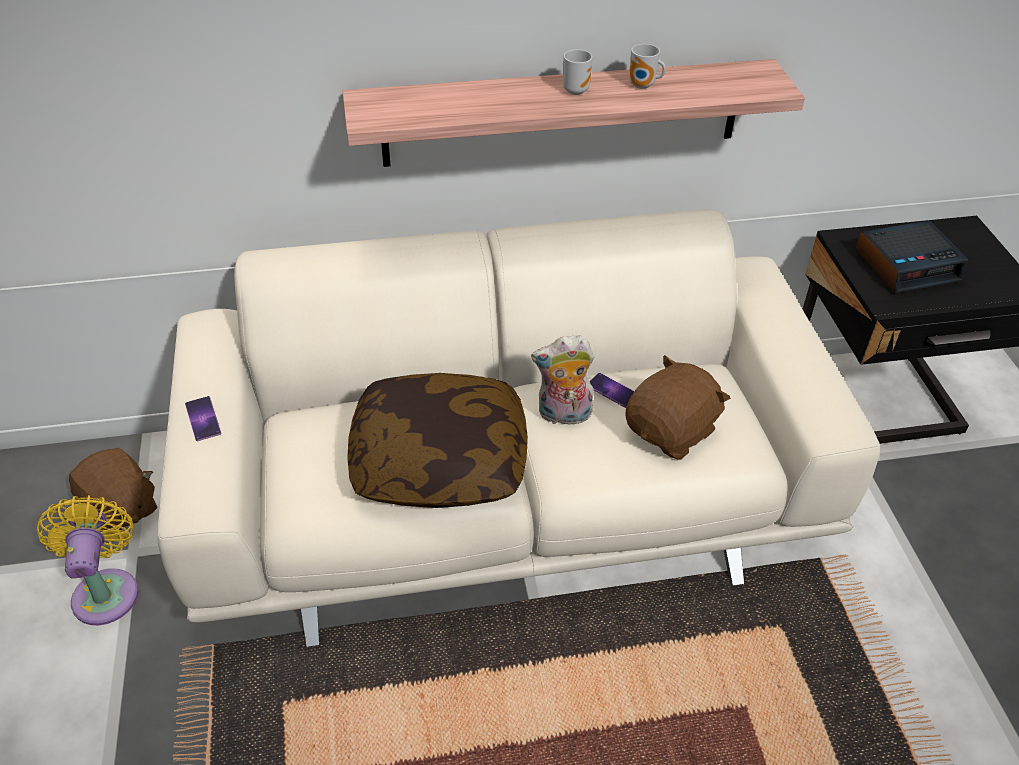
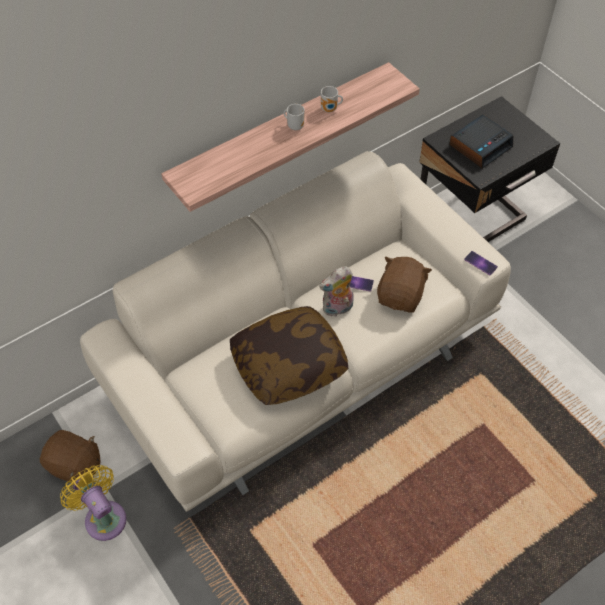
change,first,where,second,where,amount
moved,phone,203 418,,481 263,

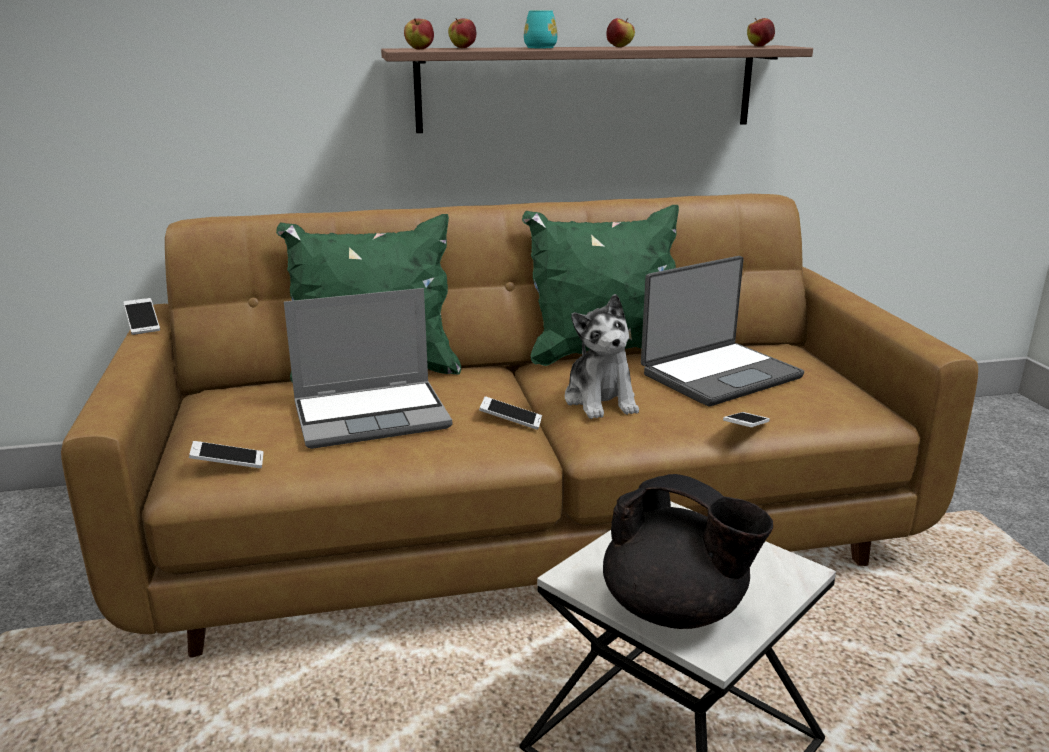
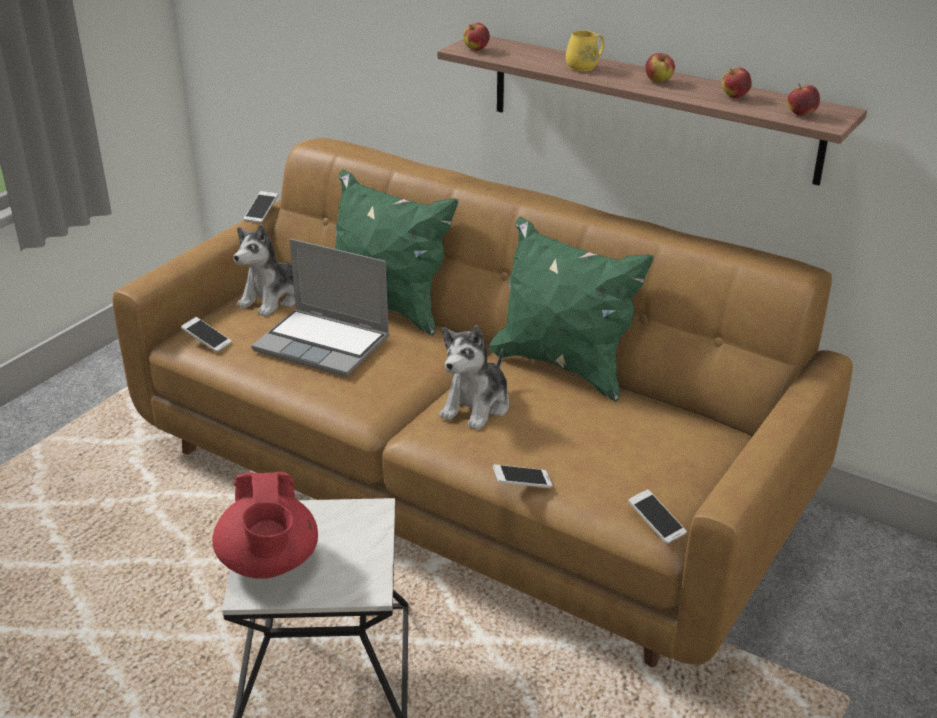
change,first,where,second,where,amount
recoloured,black_teapot,688 551,red_teapot,265 525,
added,,,plush_toy,264 270,
recoloured,turquoise_mug,541 29,yellow_mug,585 50,
moved,phone,510 413,,657 516,
moved,apple,462 33,,737 83,
removed,laptop,722 331,,,

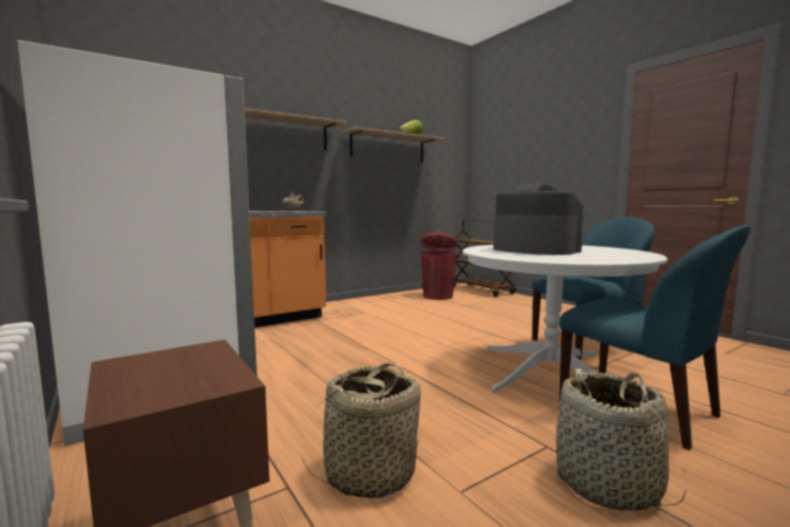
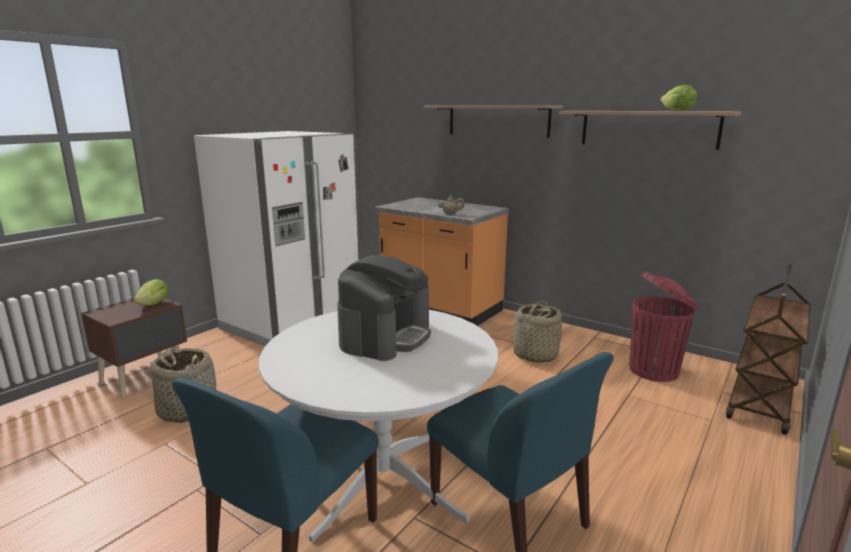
change,first,where,second,where,amount
added,,,lettuce,151 292,
moved,basket,621 440,,537 331,

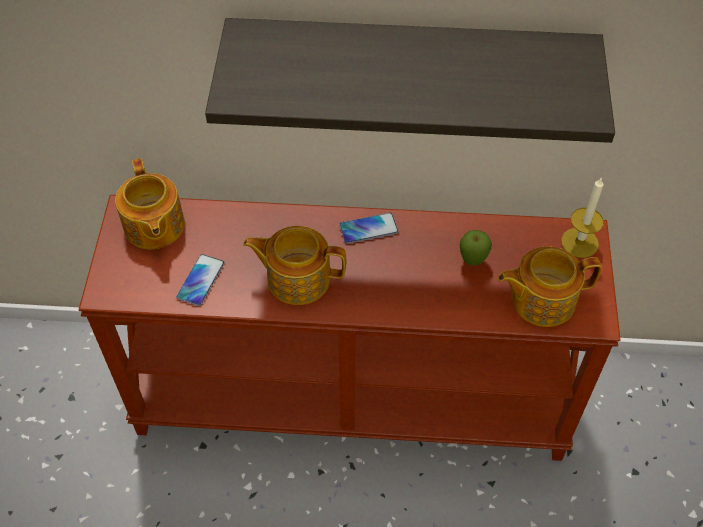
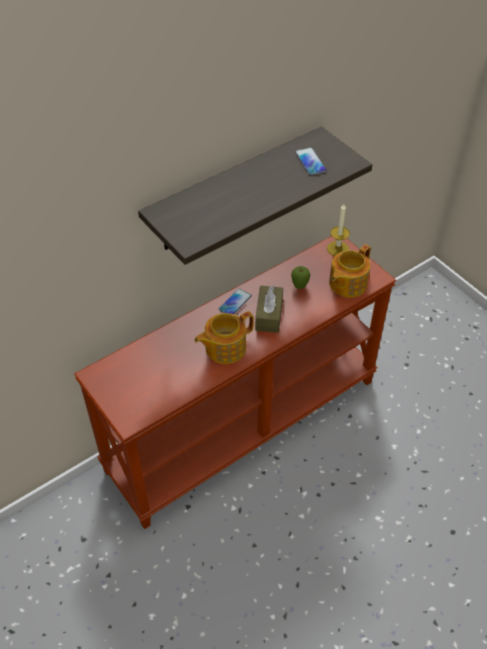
change,first,where,second,where,amount
added,,,brown_tissue_box,269 309,
moved,phone,200 280,,311 161,
removed,teapot,150 203,,,

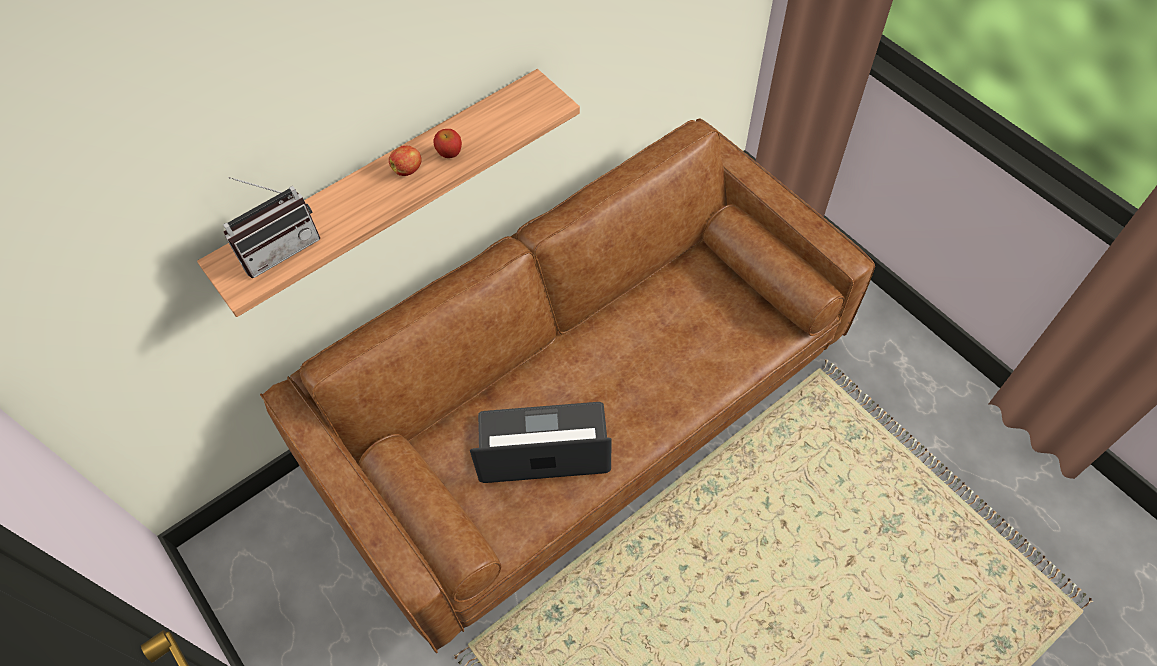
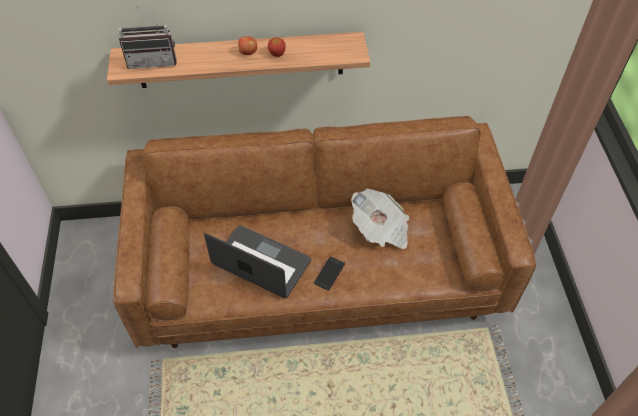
change,first,where,second,where,amount
added,,,phone,329 273,
added,,,newspaper,380 219,

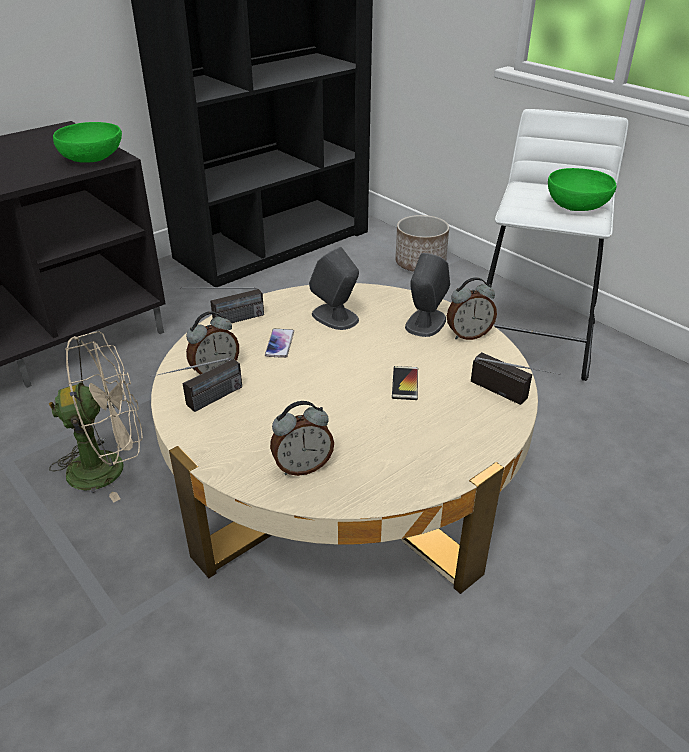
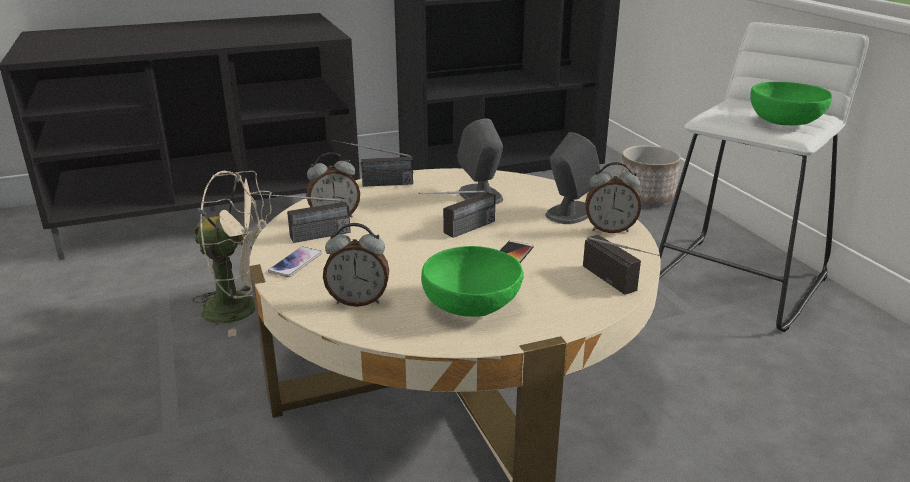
change,first,where,second,where,amount
moved,phone,279 343,,295 262,
added,,,radio,457 214,
moved,green_bowl,87 142,,472 281,

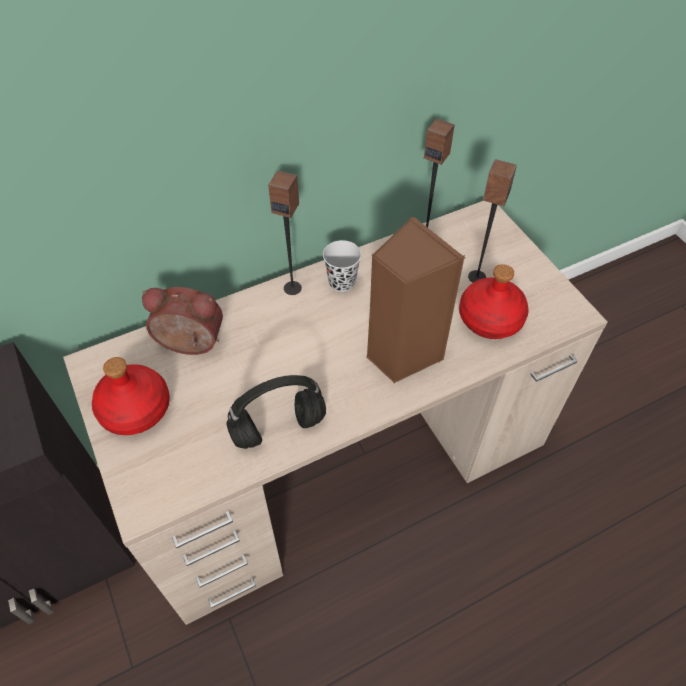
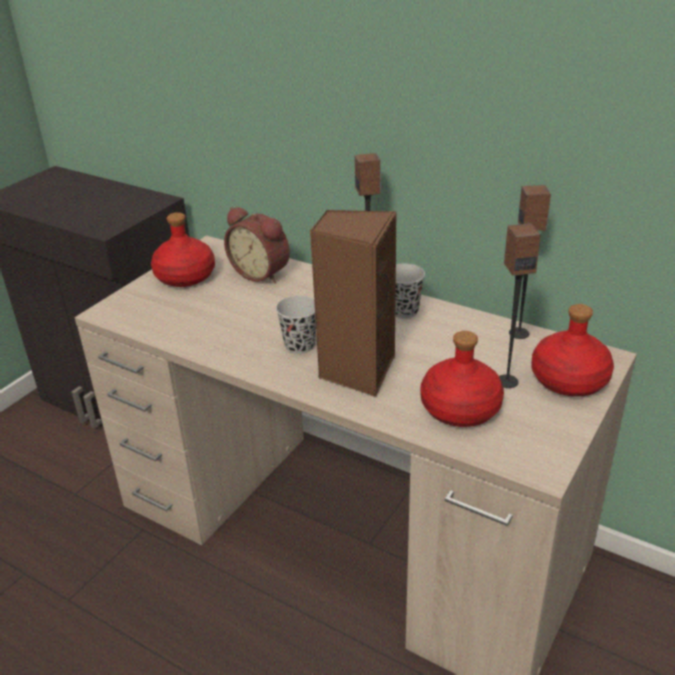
change,first,where,second,where,amount
turned,alarm_clock,182 321,,257 245,150 degrees clockwise
added,,,black_cup,296 325,
added,,,red_bottle,572 350,
removed,black_headphones,276 412,,,

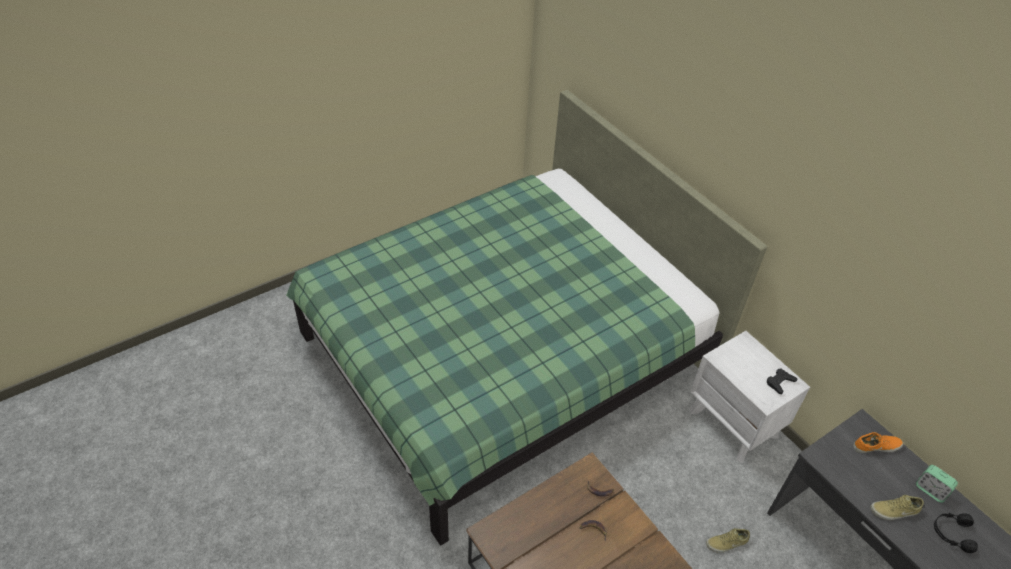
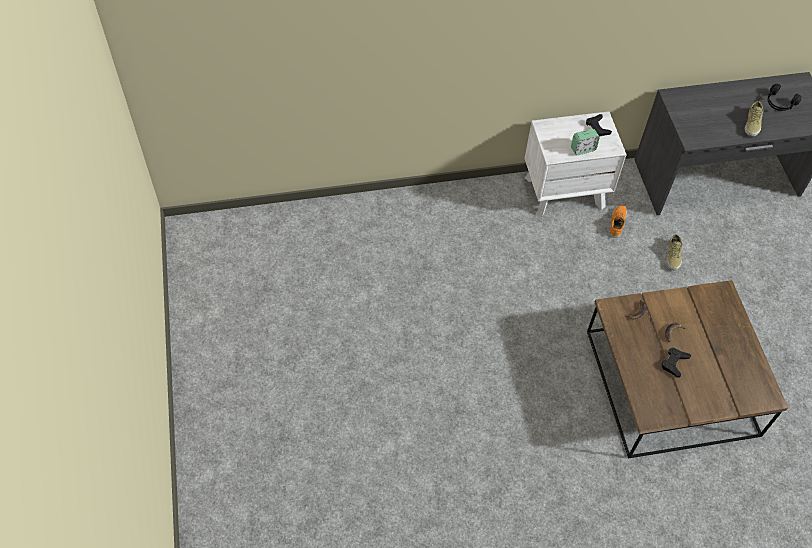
change,first,where,second,where,amount
moved,alarm_clock,937 484,,585 142,
moved,orange_shoe,878 442,,618 221,
added,,,black_game_controller,676 362,
removed,green_bed,526 317,,,

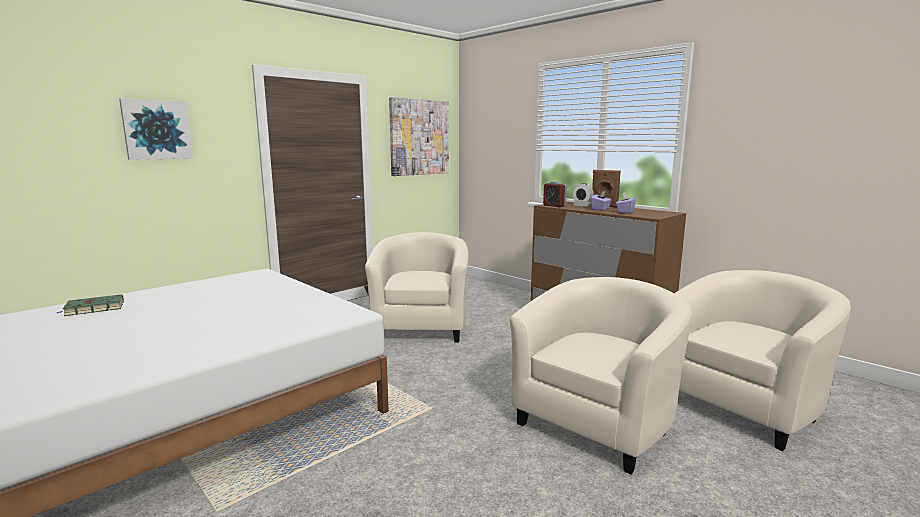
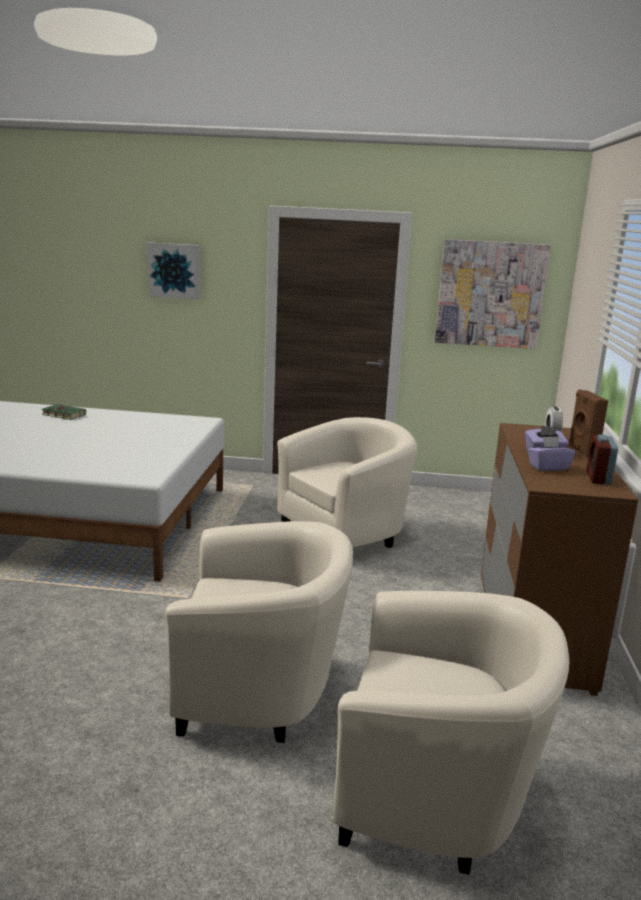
change,first,where,second,where,amount
moved,alarm_clock,555 194,,602 459,

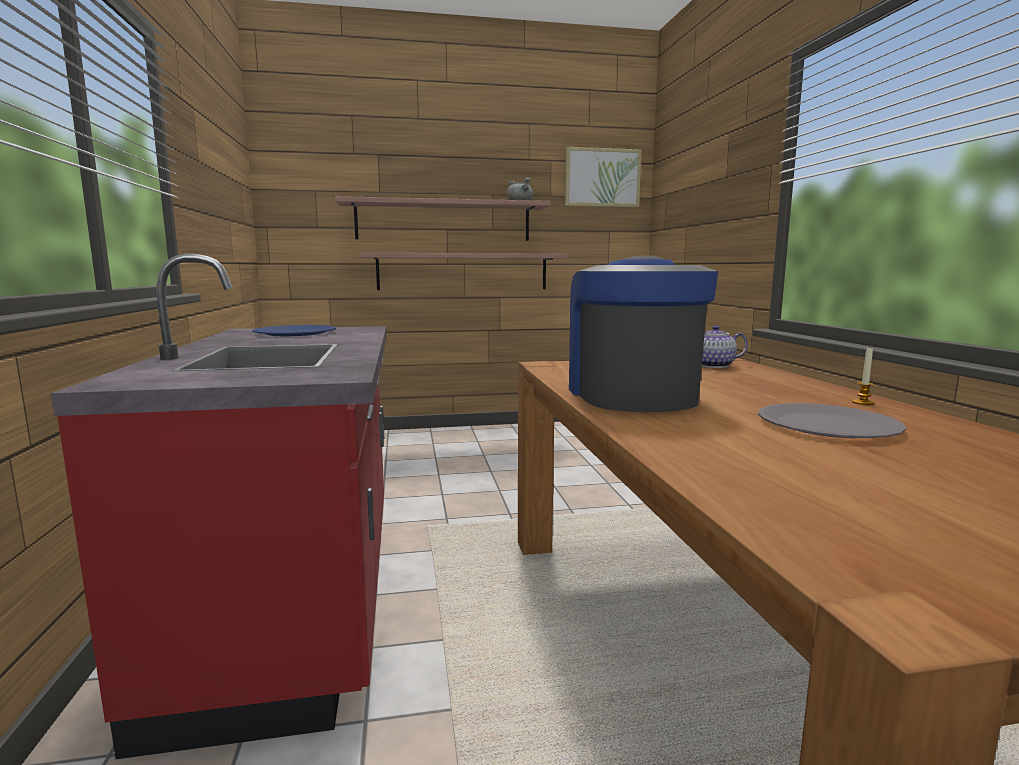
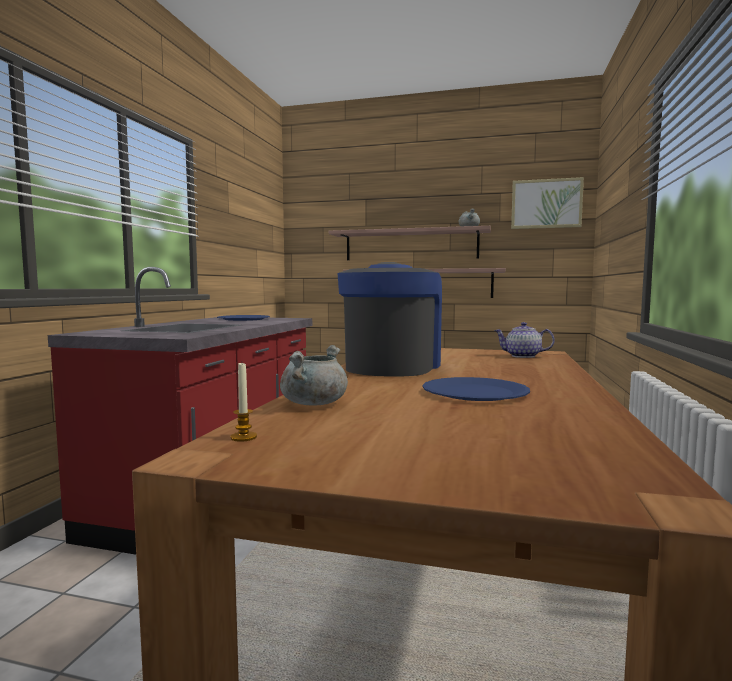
change,first,where,second,where,amount
moved,candle,863 376,,243 402,
added,,,grey_cooking_pot,314 375,
recoloured,grey_plate,832 420,blue_plate,476 389,

